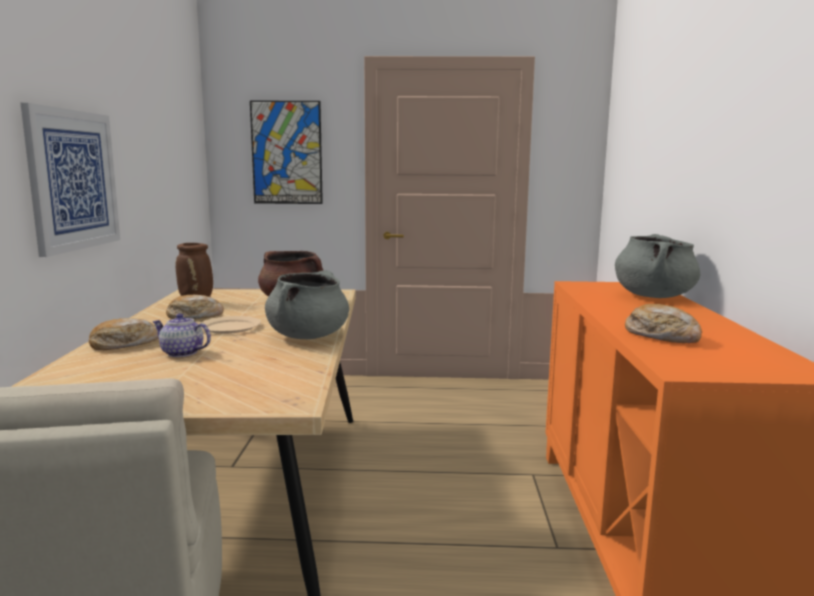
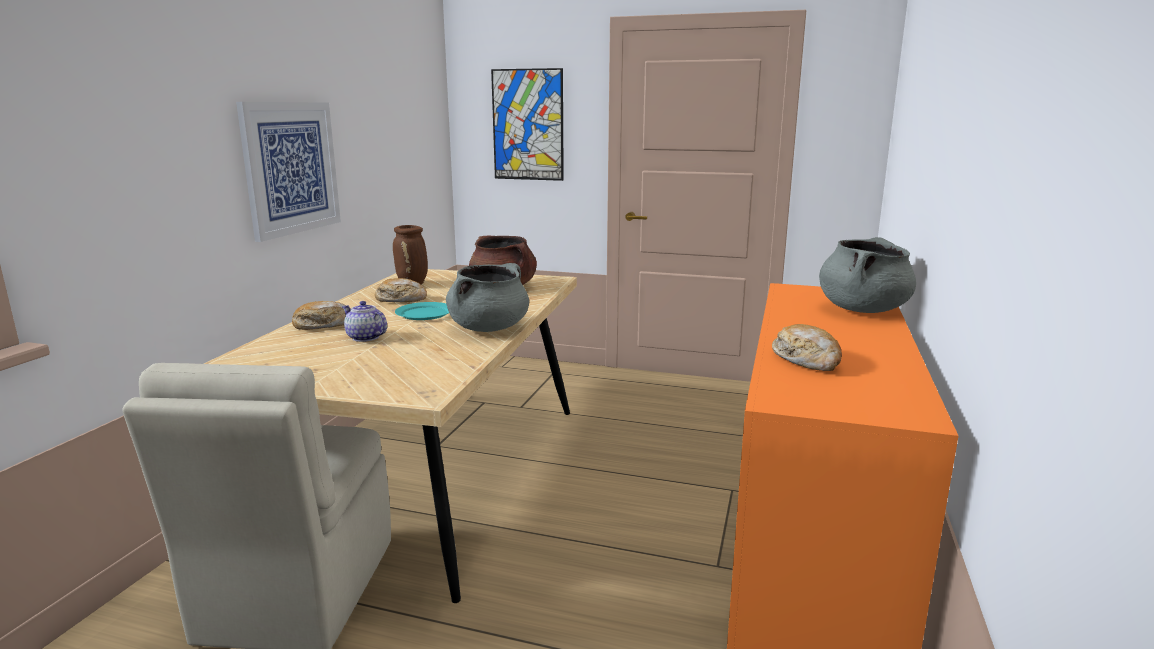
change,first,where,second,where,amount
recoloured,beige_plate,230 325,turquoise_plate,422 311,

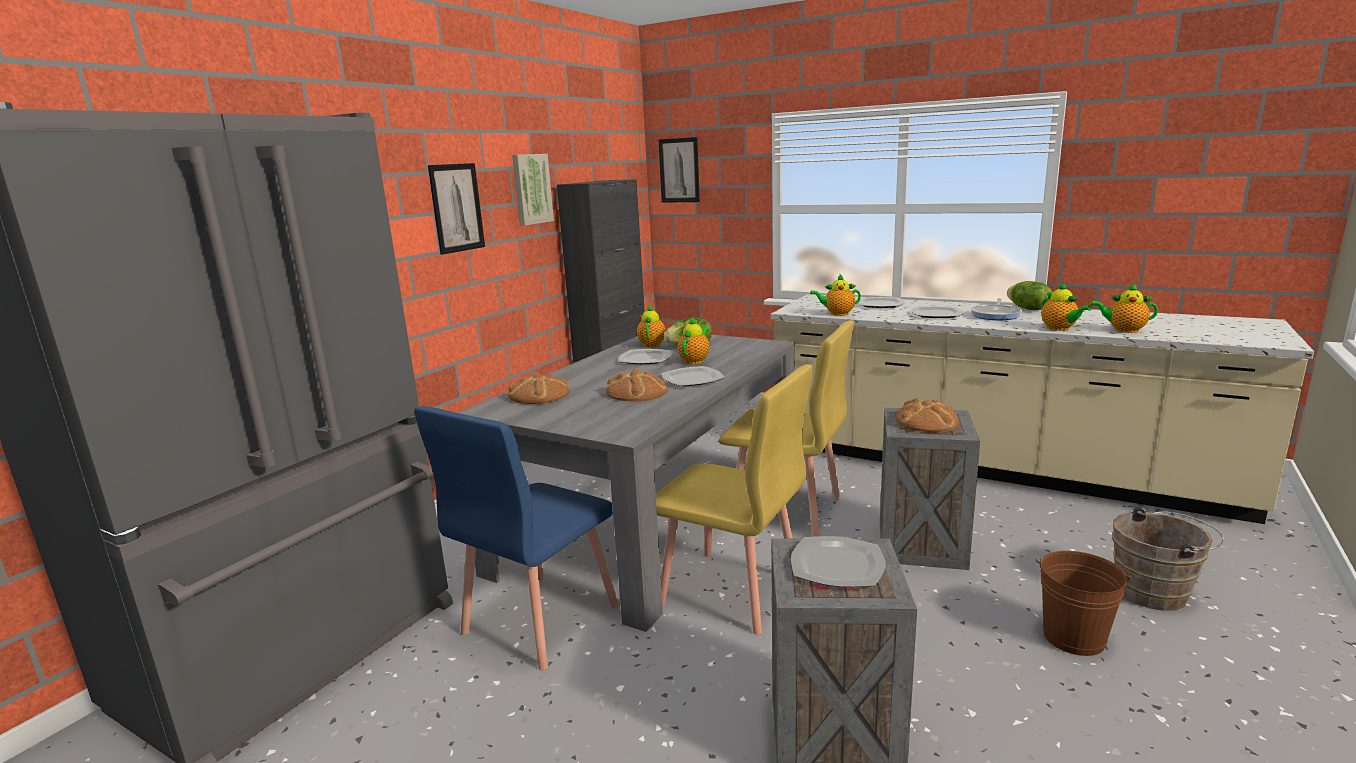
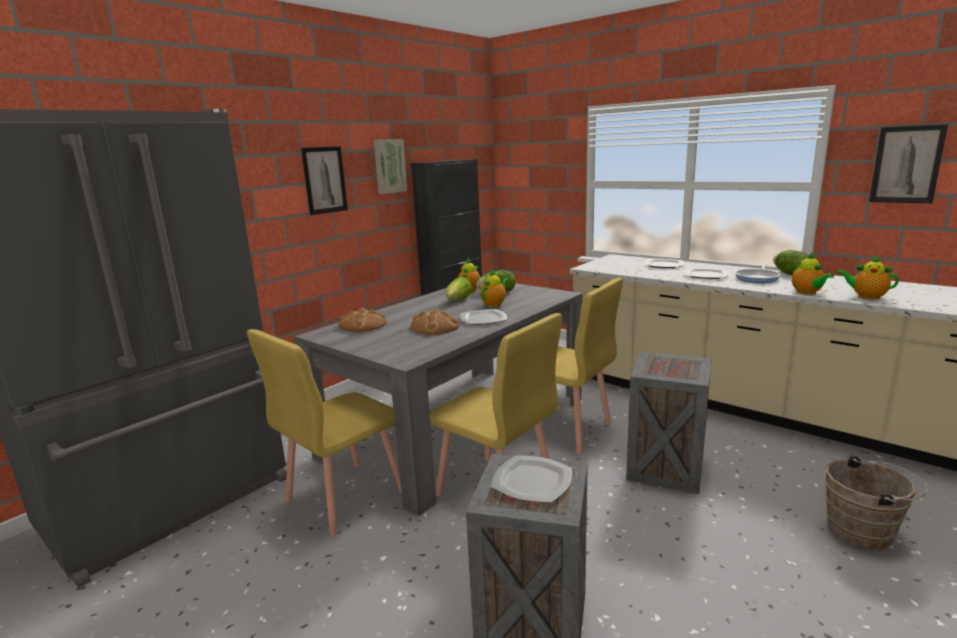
change,first,where,second,where,amount
recoloured,blue_chair,516 538,yellow_chair,324 433,
replaced,plate,645 356,lettuce,459 288,
moved,picture,679 170,,908 163,
removed,teapot,835 294,,,
removed,bread,927 415,,,
removed,brown_bucket,1084 603,,,

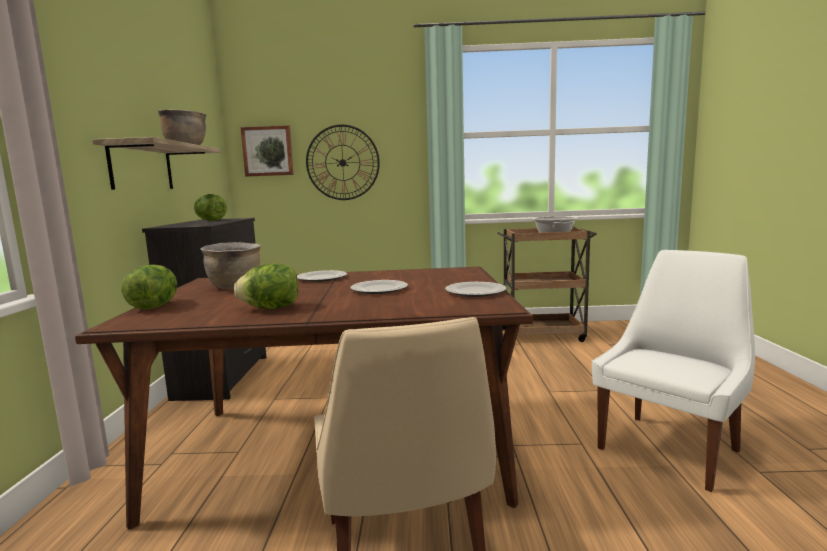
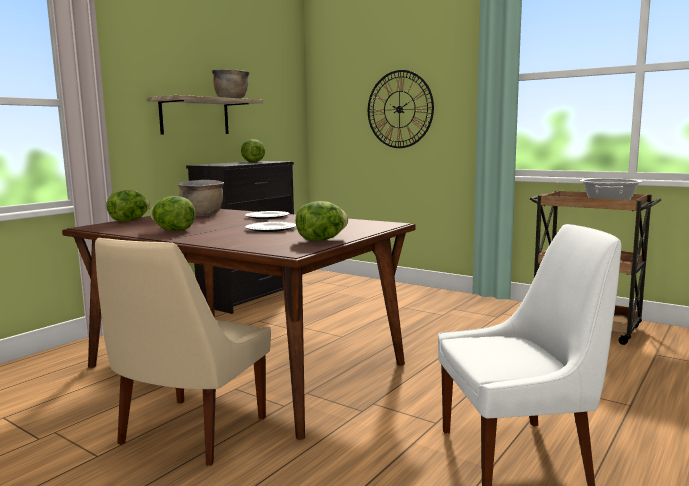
change,first,where,second,where,amount
replaced,plate,475 289,lettuce,322 221,
removed,picture,267 150,,,

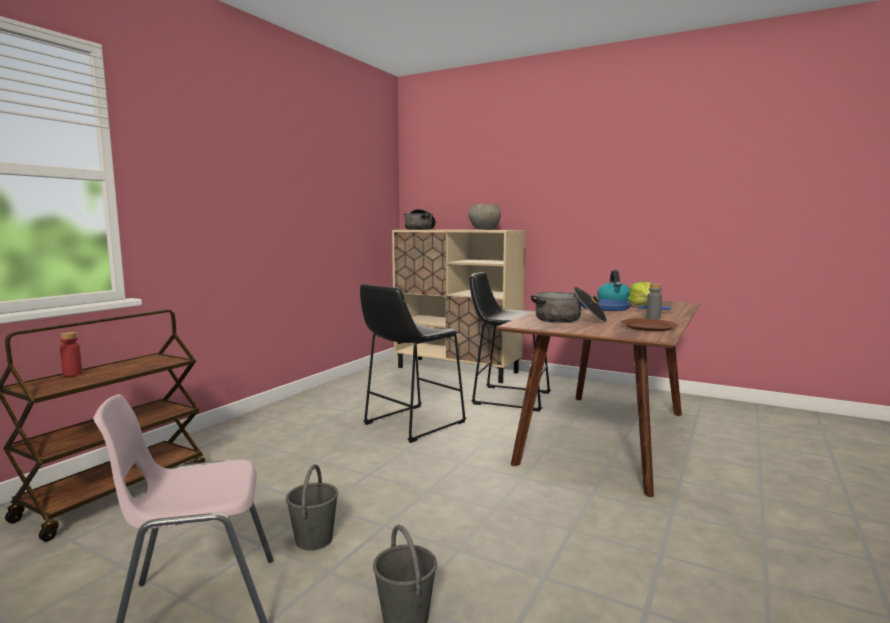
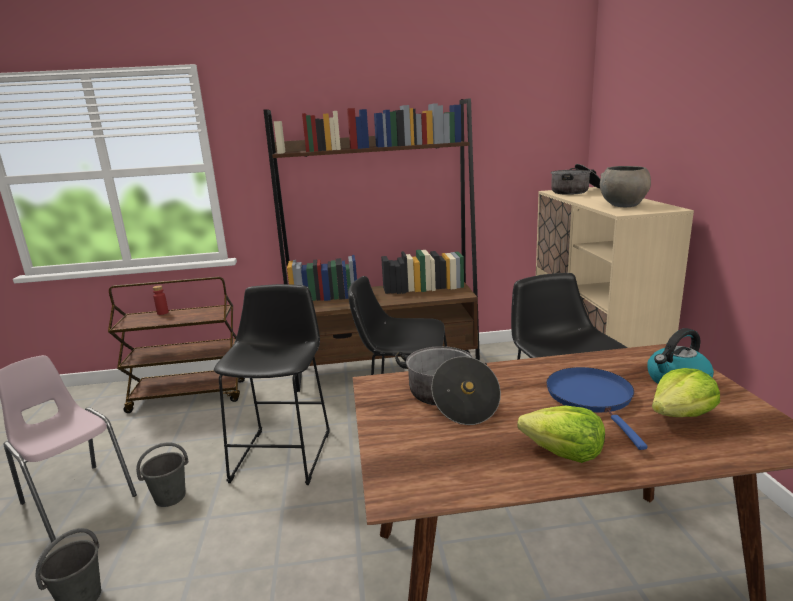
change,first,where,second,where,amount
added,,,black_stool,272 384,
added,,,brown_bookcase,372 245,
replaced,grey_bottle,654 302,lettuce,561 434,
removed,brown_plate,649 325,,,

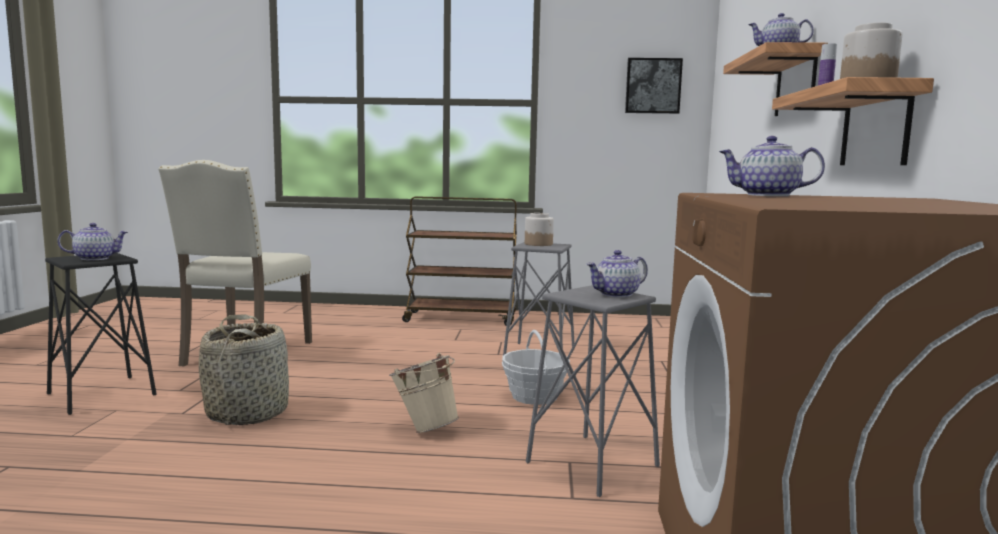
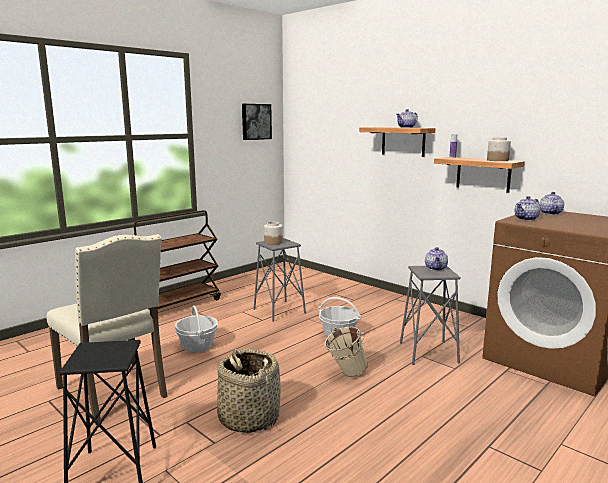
change,first,where,second,where,amount
added,,,basket,196 329,
moved,teapot,92 241,,551 203,

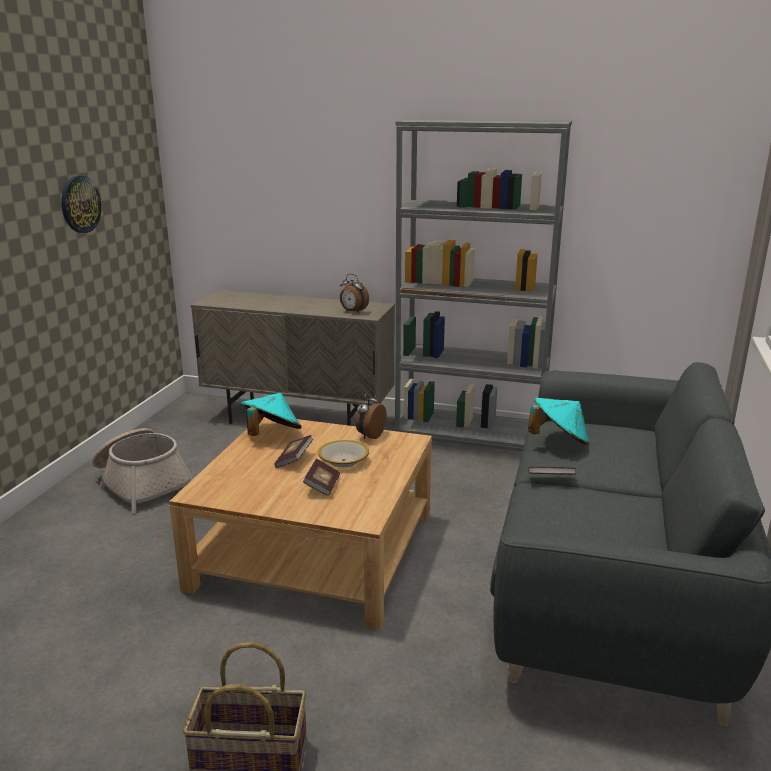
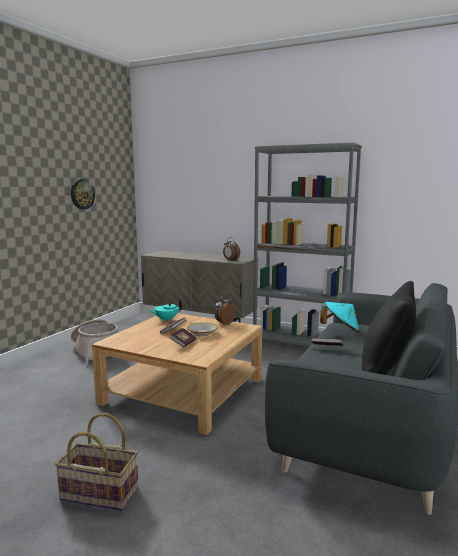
change,first,where,second,where,amount
replaced,turquoise_hat,271 414,turquoise_teapot,165 310,
added,,,black_pillow,389 328,

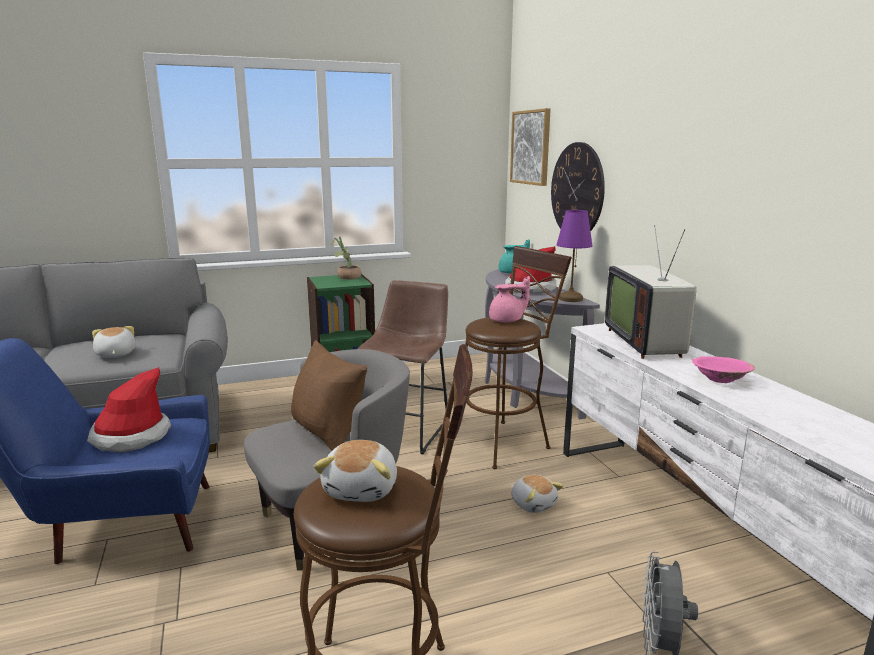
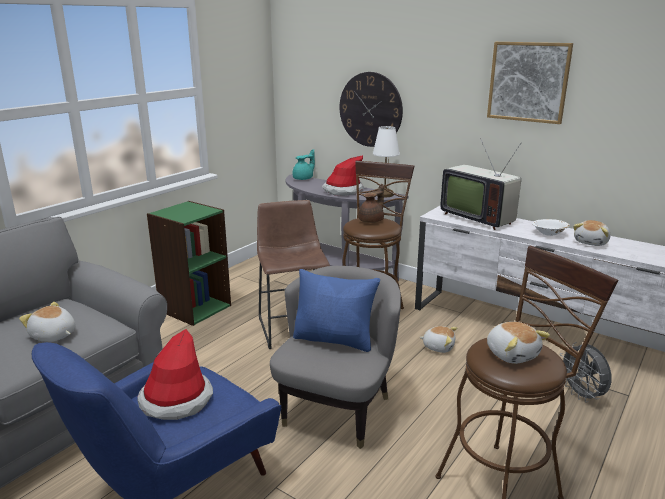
change,first,where,second,where,amount
recoloured,brown_pillow,329 395,blue_pillow,336 310,
recoloured,pink_teapot,509 299,brown_teapot,371 203,
recoloured,purple_table_lamp,574 256,white_table_lamp,386 161,
moved,picture,530 147,,530 83,
recoloured,pink_bowl,723 369,white_bowl,551 227,
added,,,plush_toy,591 233,
removed,potted_plant,346 258,,,

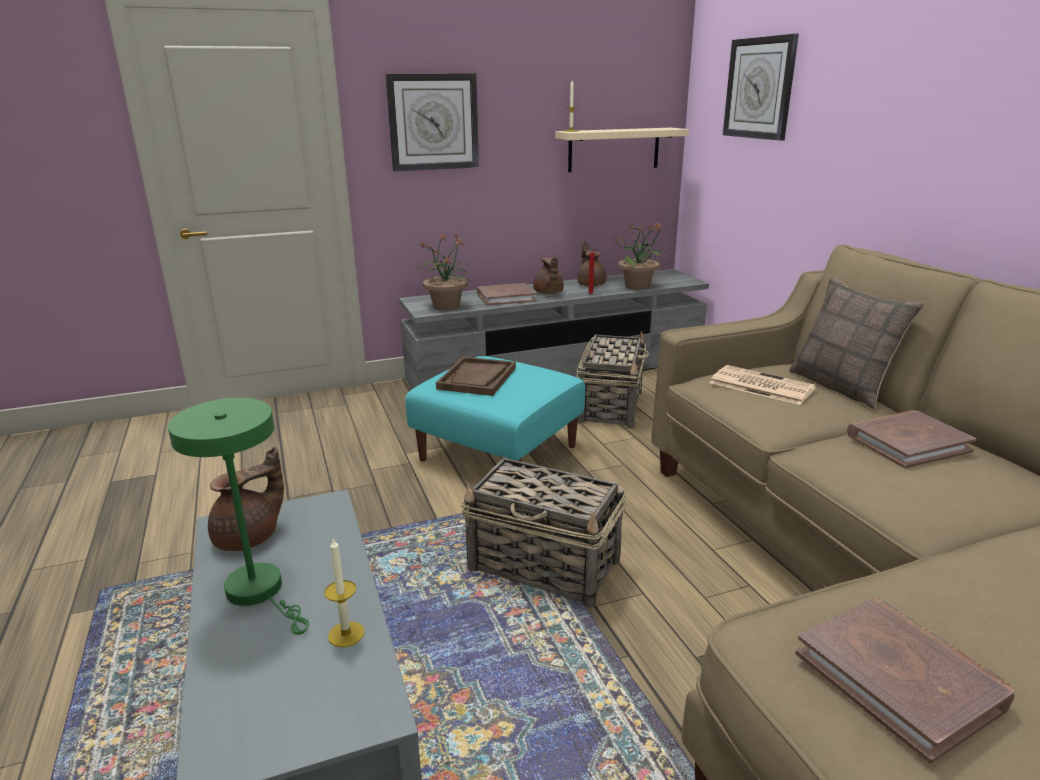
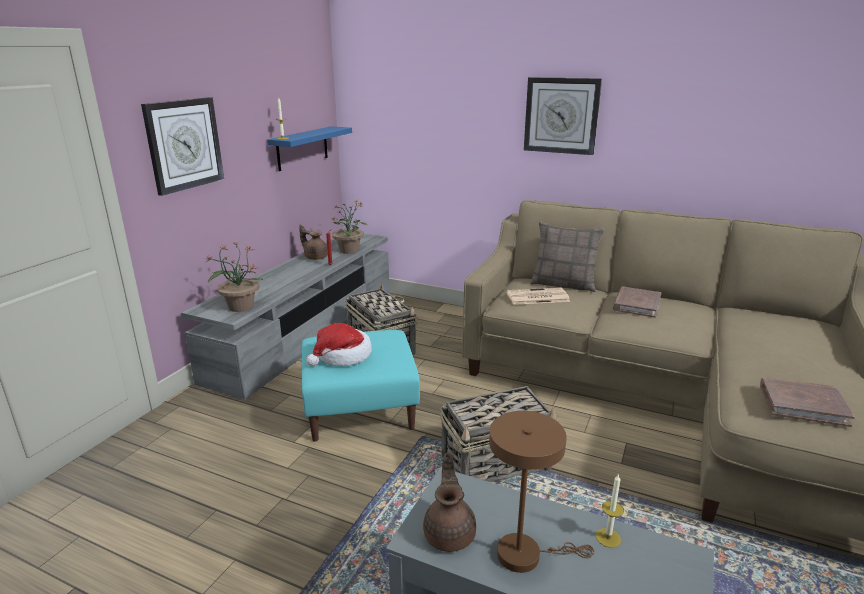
change,first,where,second,where,amount
recoloured,beige_shelf,622 150,blue_shelf,309 148,
replaced,brown_tray,476 376,hat,339 344,
recoloured,green_table_lamp,238 516,brown_table_lamp,541 492,
moved,wall_clock,761 87,,563 116,
removed,brown_book,506 294,,,
removed,brown_teapot,548 275,,,

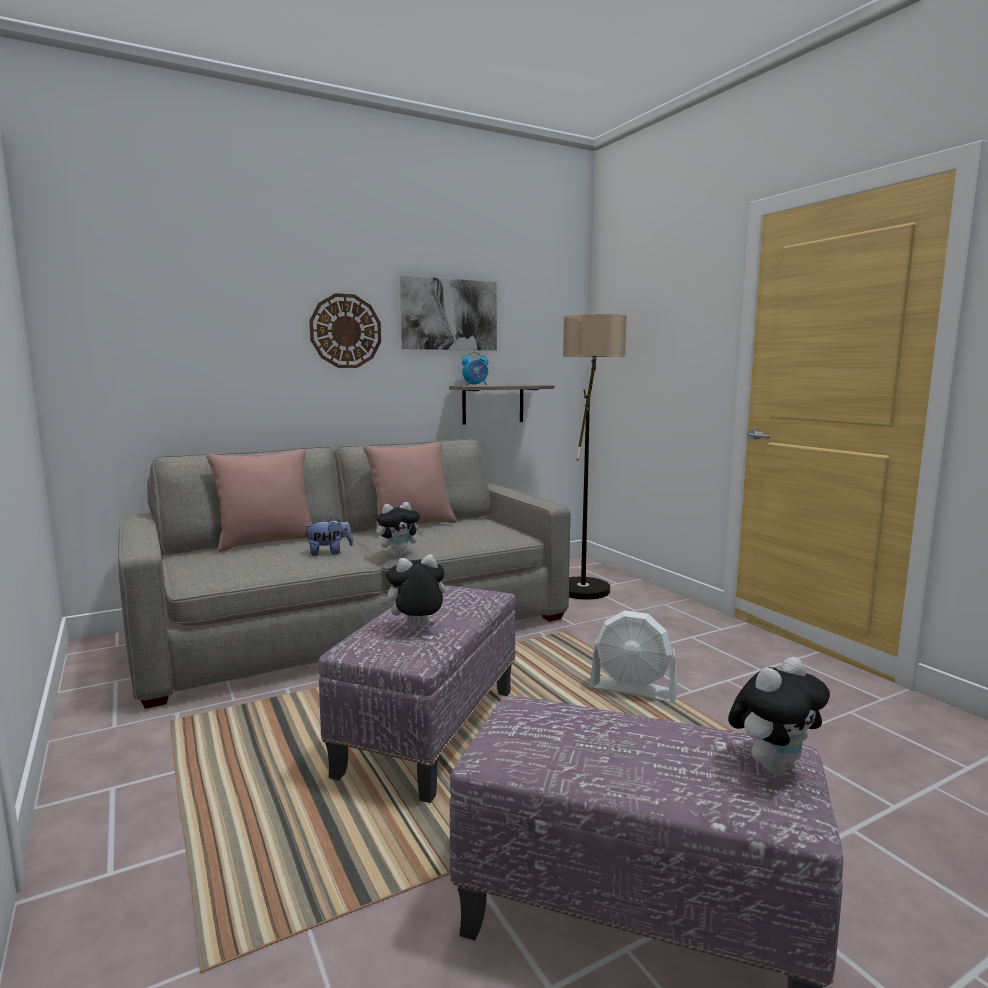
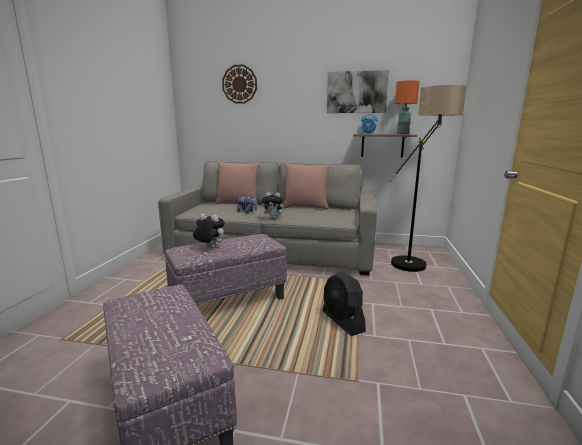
change,first,where,second,where,amount
moved,wall_clock,345 330,,239 84,
recoloured,white_fan,634 656,black_fan,344 304,
added,,,orange_table_lamp,407 107,
removed,plush_toy,779 716,,,

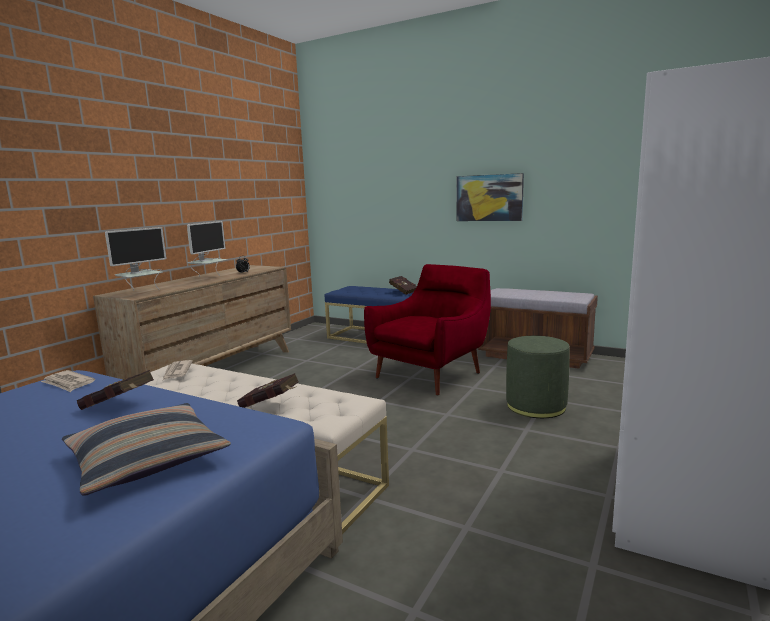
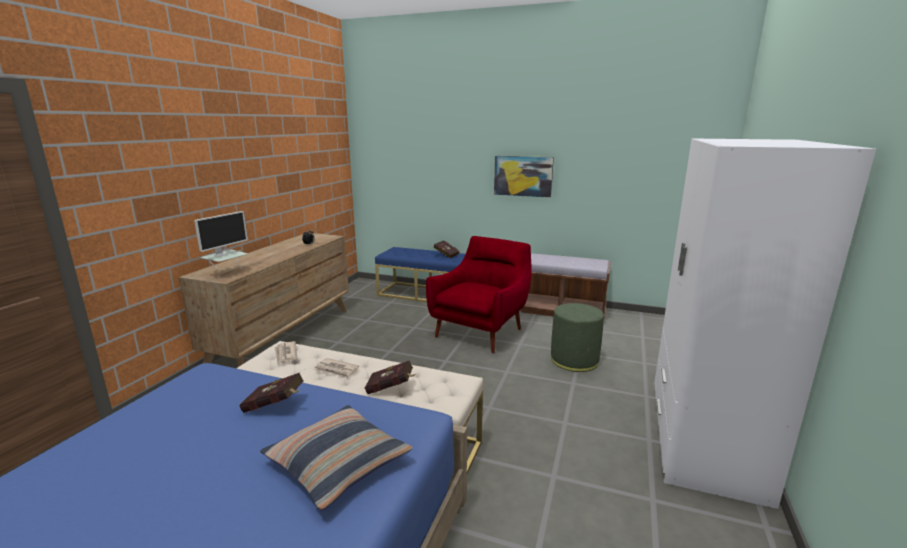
change,first,where,second,where,amount
moved,newspaper,68 381,,336 368,
removed,monitor,207 248,,,

